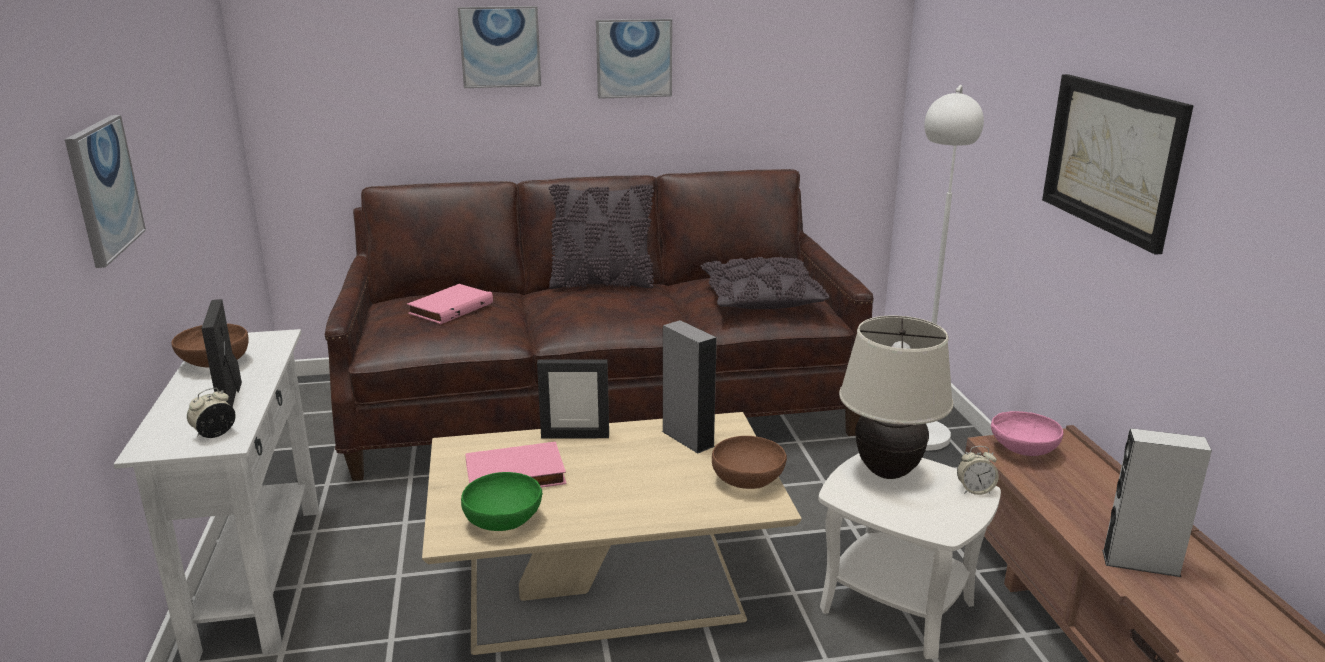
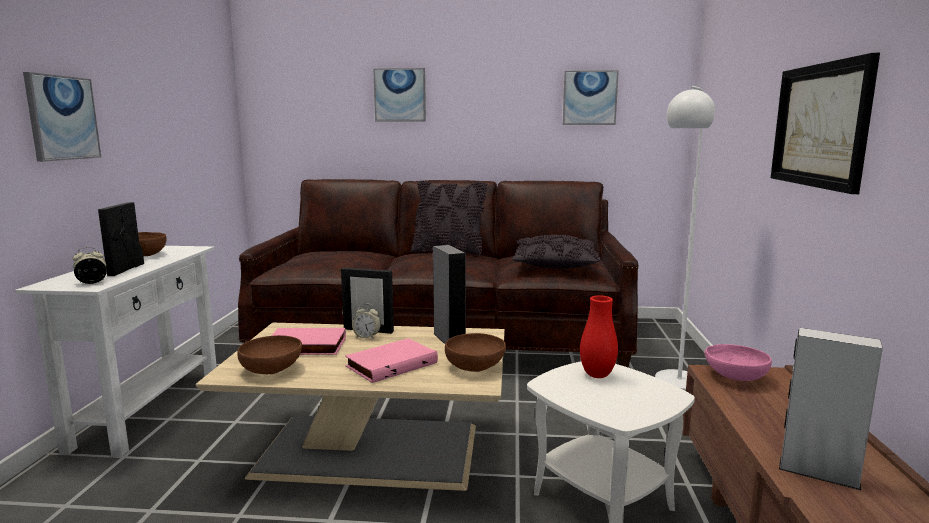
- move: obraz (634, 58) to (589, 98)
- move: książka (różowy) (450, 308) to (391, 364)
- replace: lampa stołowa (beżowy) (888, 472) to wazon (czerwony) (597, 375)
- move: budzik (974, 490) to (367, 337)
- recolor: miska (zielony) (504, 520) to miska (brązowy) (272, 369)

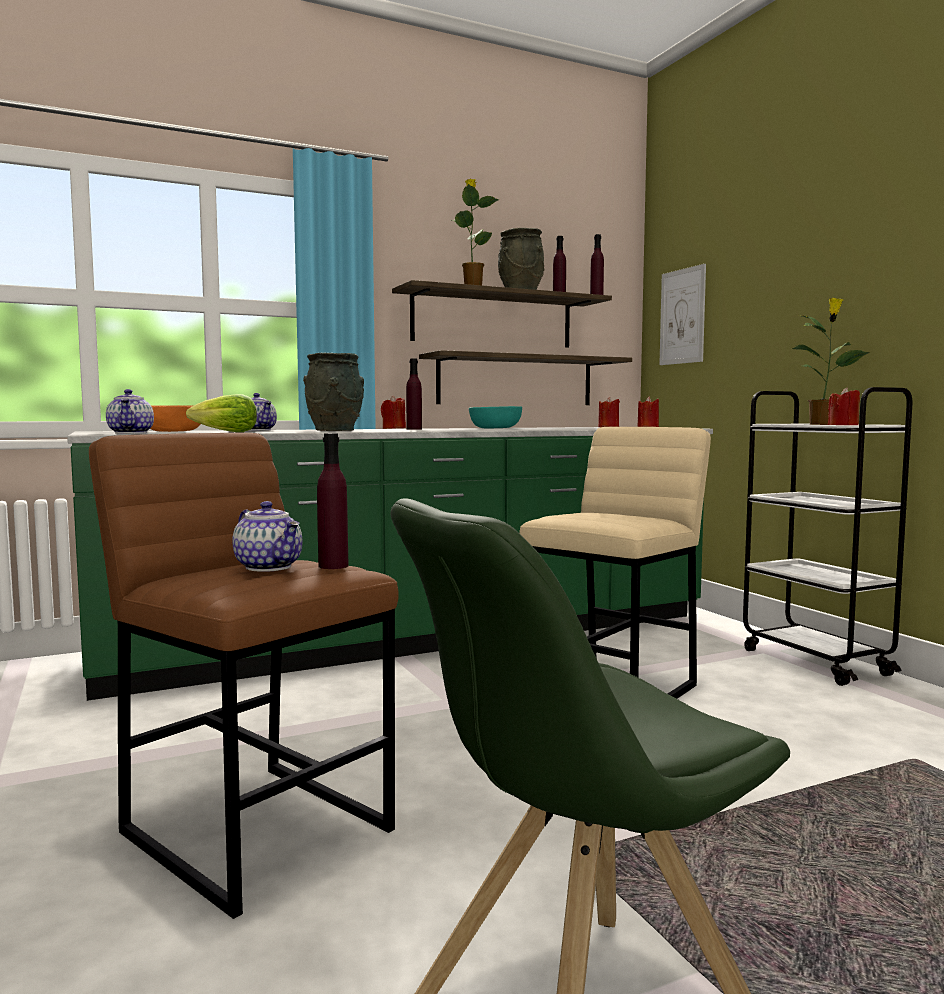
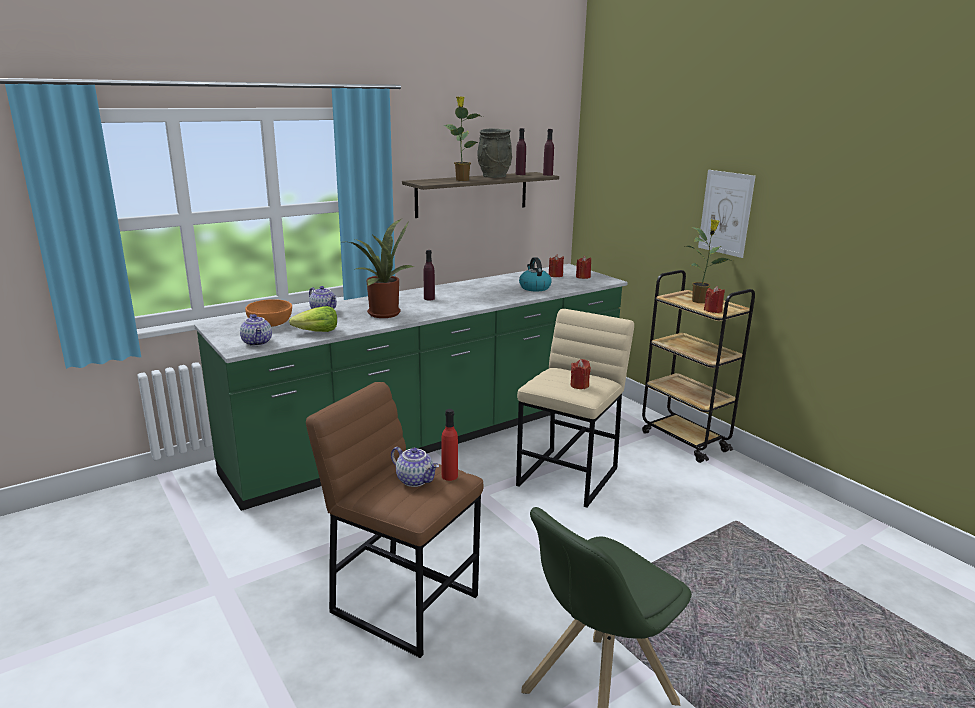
- move: obraz (682, 316) to (725, 213)
- delete: półka (516, 381)
- replace: wazon (szary) (335, 430) to roślina doniczkowa (381, 313)
- recolor: wózek (biały) (817, 663) to wózek (brązowy) (685, 442)
- move: świeca (czerwony) (393, 428) to (579, 385)
- delete: miska (turkusowy) (495, 428)
- recolor: butelka (fioletowy) (333, 566) to butelka (czerwony) (449, 476)
- insert: czajnik (534, 287)

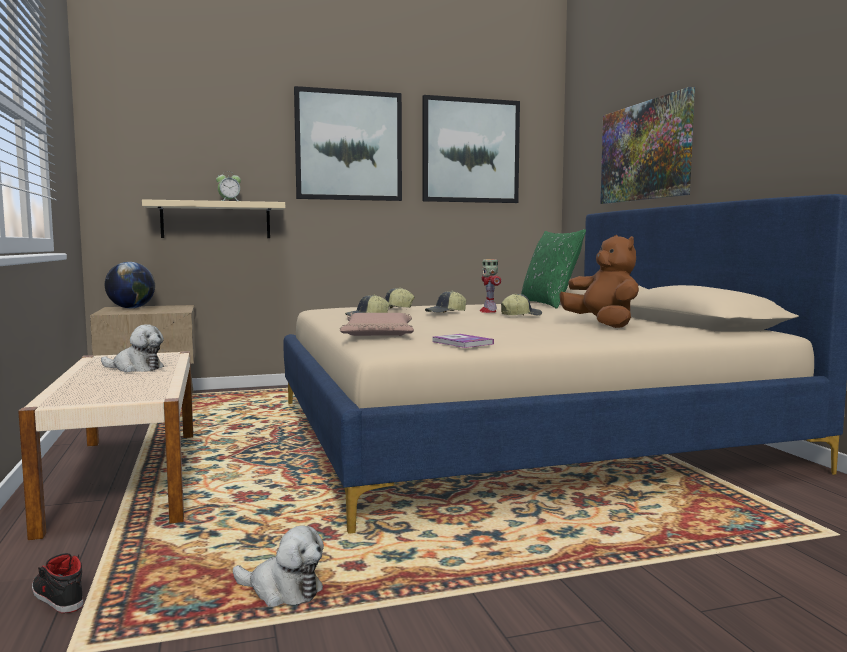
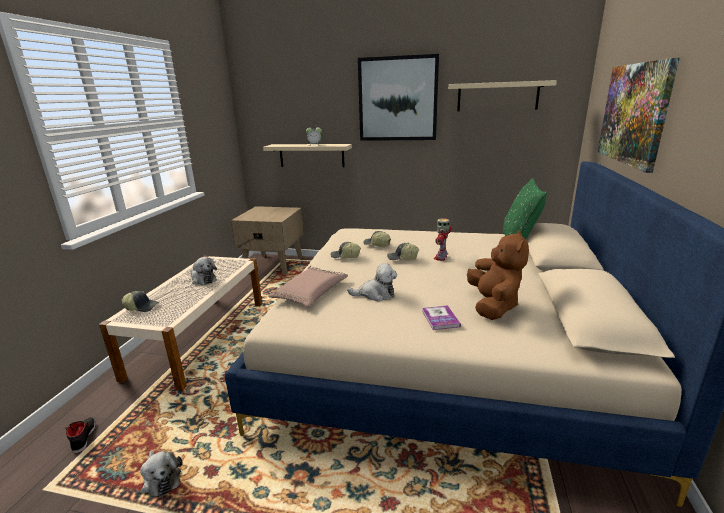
- replace: obraz (470, 151) to półka (beżowy) (497, 96)
- delete: globus (131, 308)
- move: czapka z daszkiem (520, 315) to (142, 307)
- move: książka (462, 343) to (440, 318)
- insert: pluszak (375, 294)

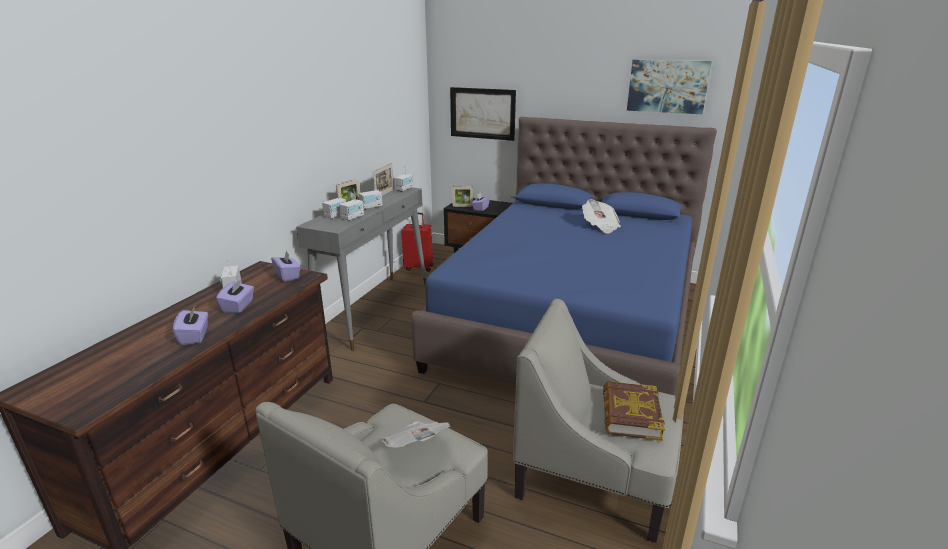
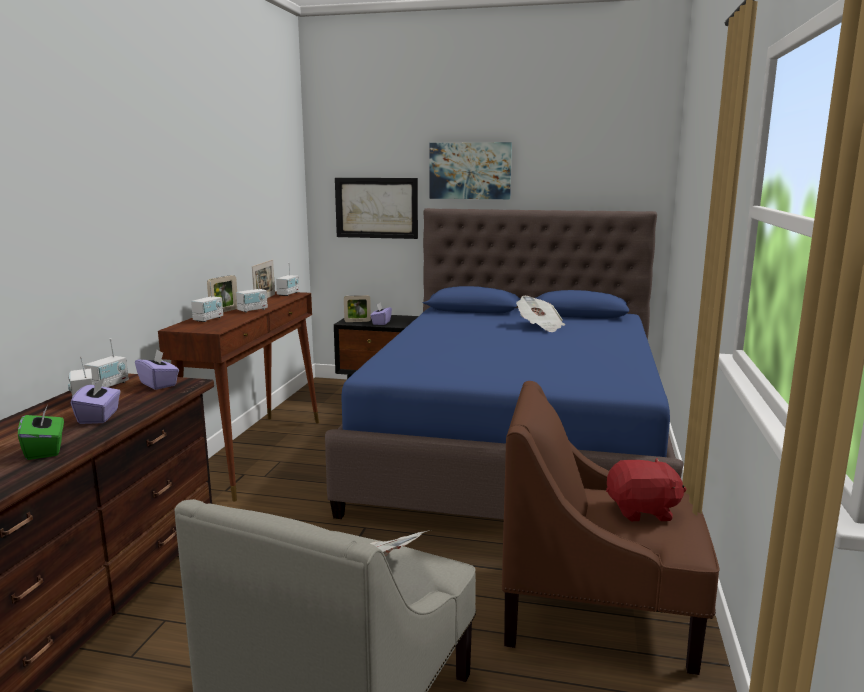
- move: obraz (667, 86) to (470, 171)
- recolor: stolik konsolowy (szary) (375, 310) to stolik konsolowy (brązowy) (254, 453)
- move: radio (352, 217) to (109, 385)
- delete: walizka (czerwony) (419, 267)
- recolor: fotel (szary) (595, 478) to fotel (brązowy) (599, 612)
- recolor: pudełko chusteczek (fioletowy) (195, 336) to pudełko chusteczek (zielony) (45, 450)
- replace: książka (630, 415) to pluszak (czerwony) (642, 511)

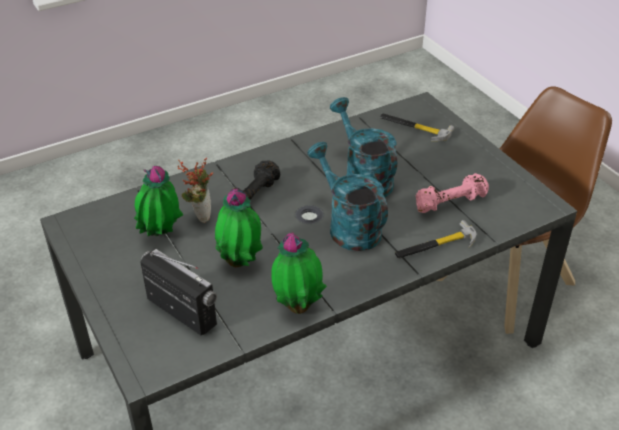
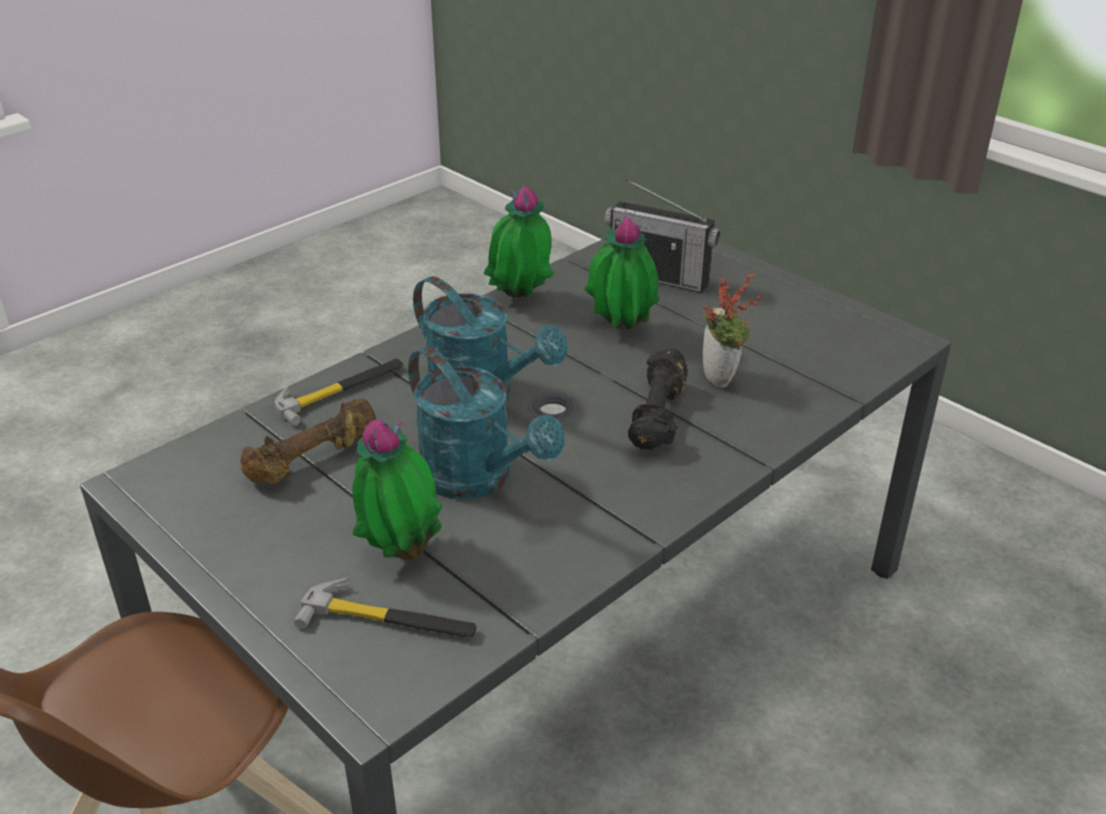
- move: roślina doniczkowa (161, 236) to (401, 552)
- recolor: hantel (różowy) (450, 202) to hantel (brązowy) (314, 460)

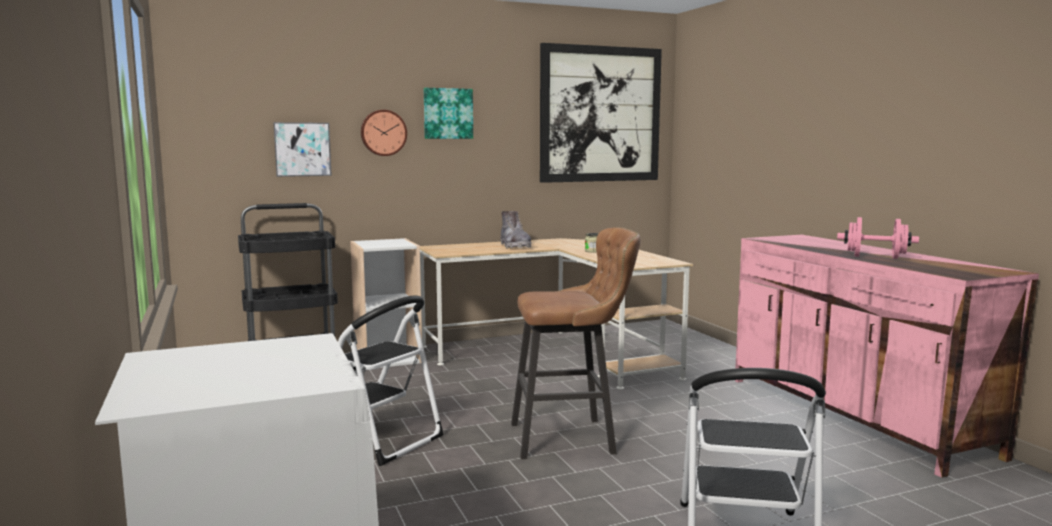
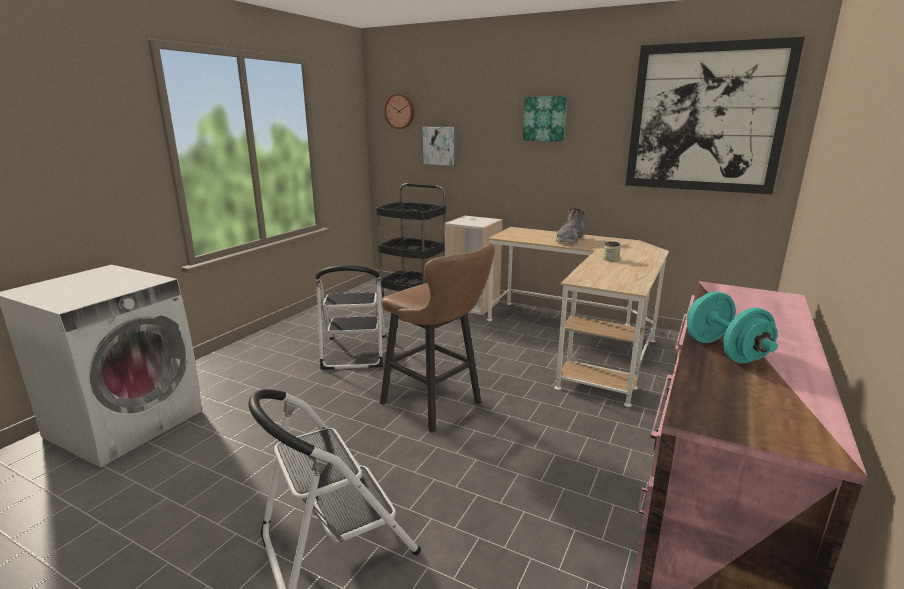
- move: zegar ścienny (383, 133) to (400, 111)
- recolor: hantel (różowy) (875, 257) to hantel (turkusowy) (724, 351)

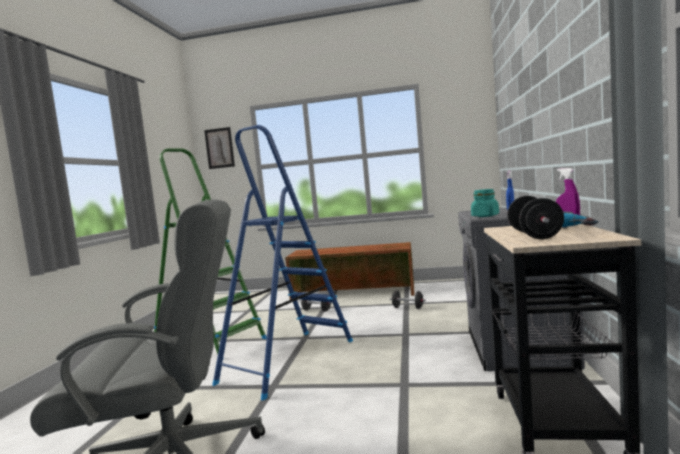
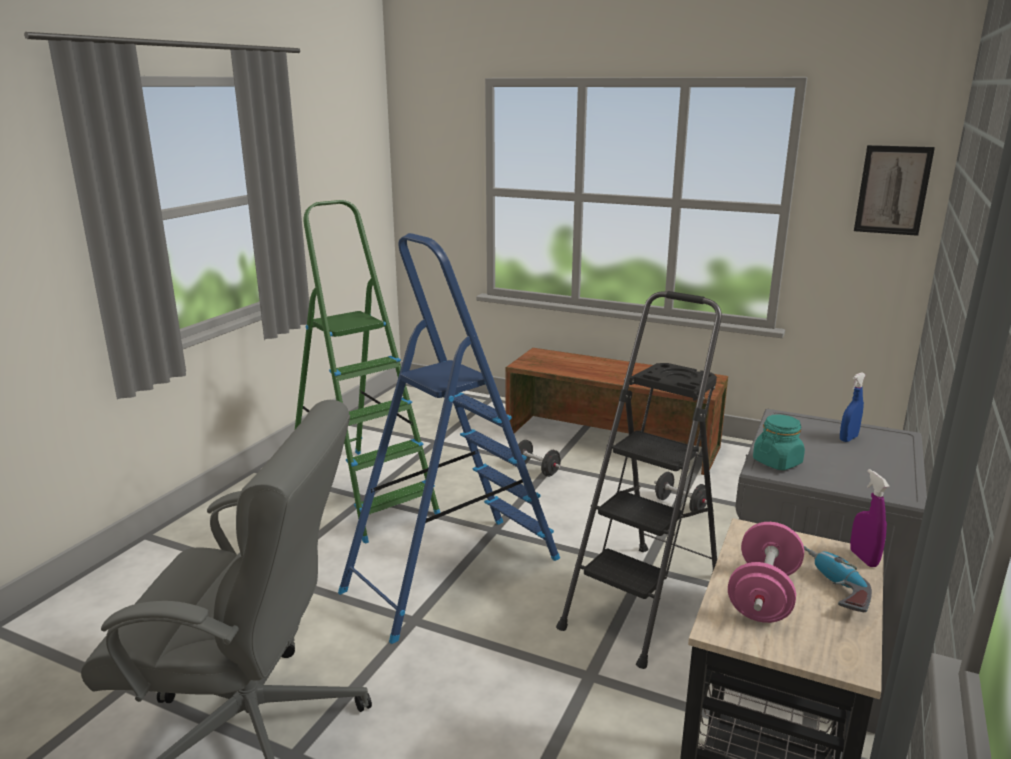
- move: obraz (219, 148) to (892, 190)
- recolor: hantel (czarny) (534, 235) to hantel (różowy) (763, 596)
- insert: drabinka (644, 599)

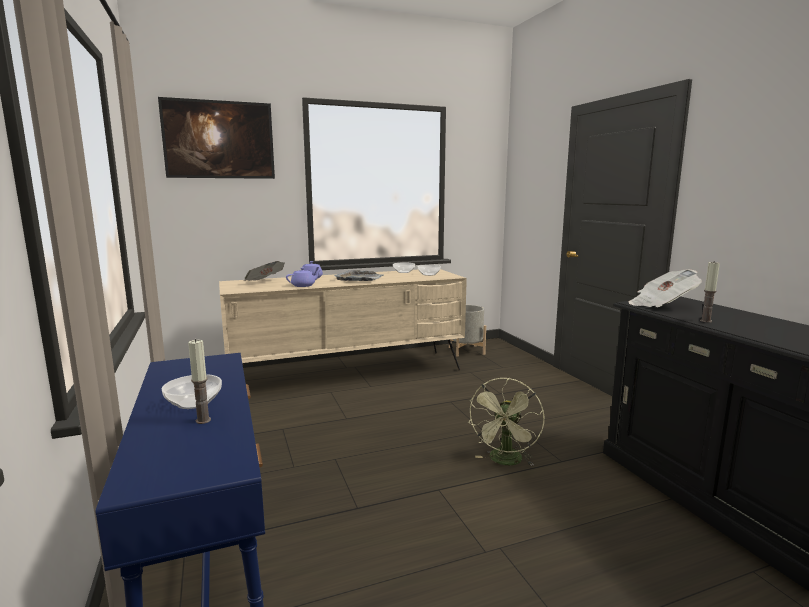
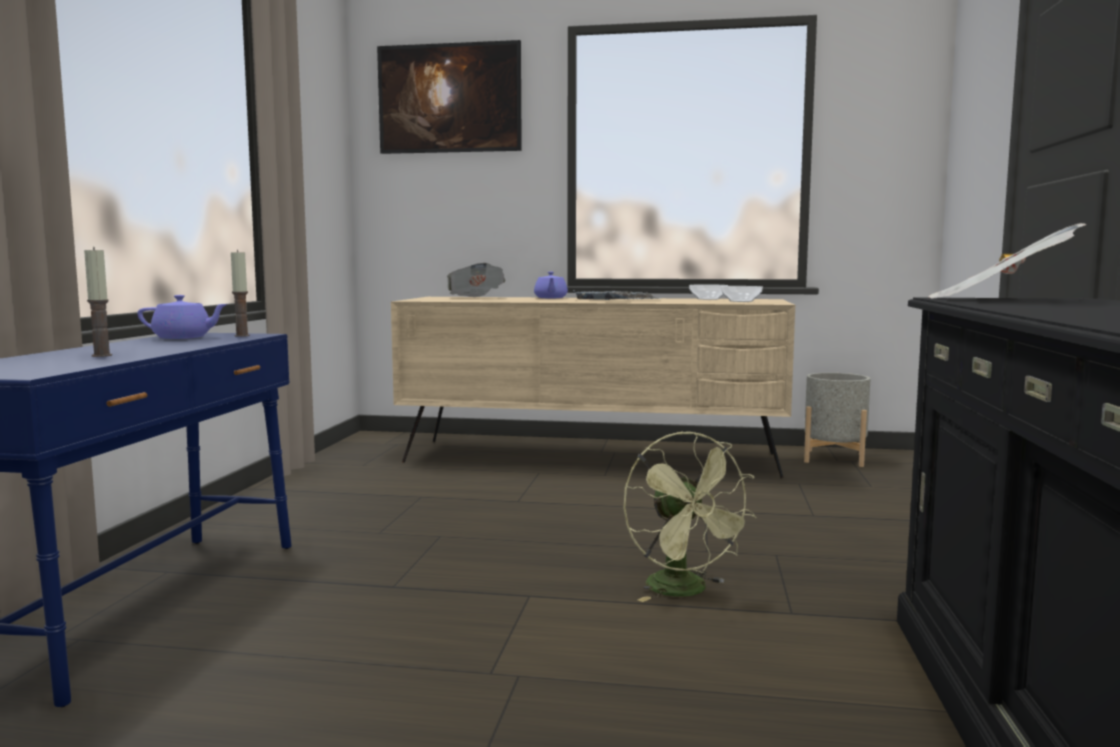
- move: świeca (705, 321) to (242, 335)
- move: imbryk (fioletowy) (304, 285) to (183, 337)
- delete: miska (194, 403)
- rotate: wentylator (zielony) (505, 461) = (685, 591) 75 degrees counterclockwise

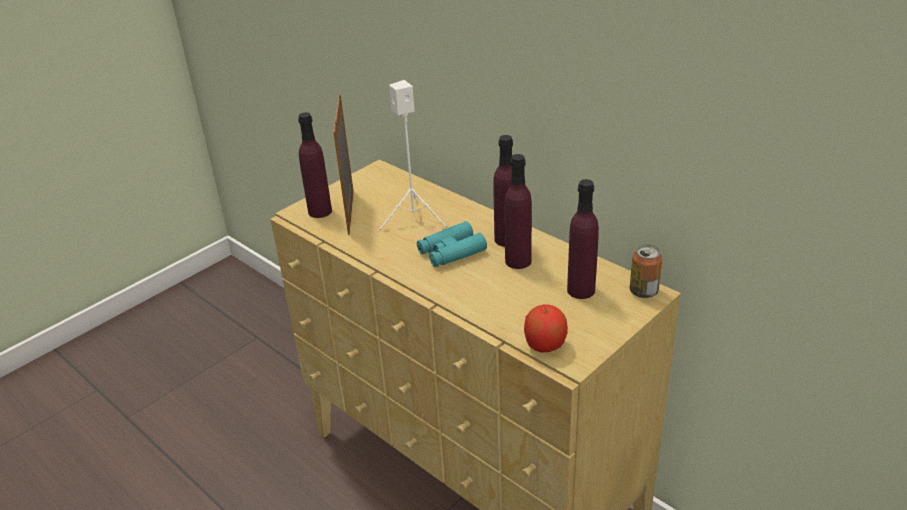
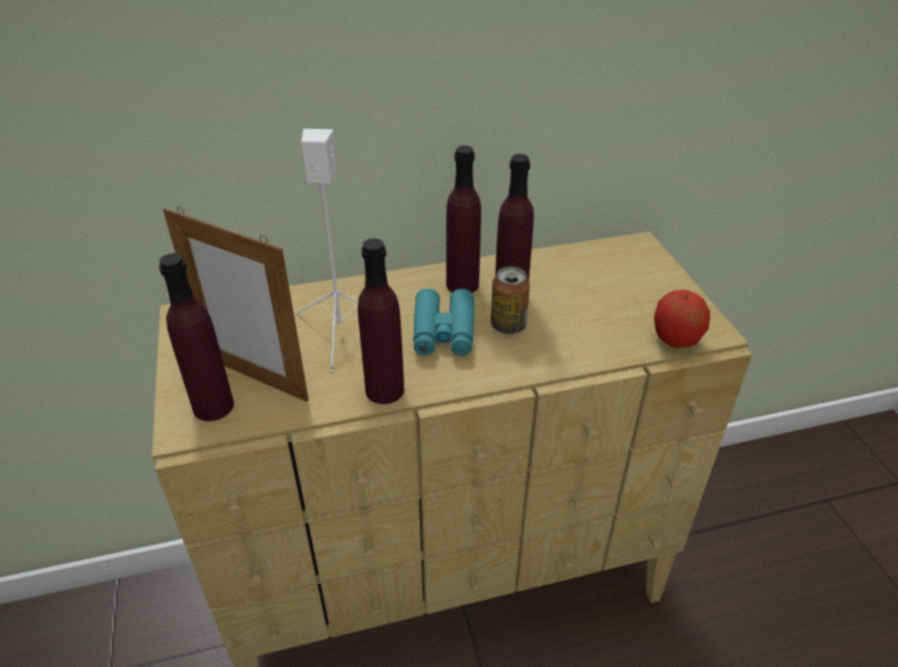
- move: butelka (fioletowy) (581, 290) to (385, 390)
- move: puszka (643, 291) to (508, 325)

